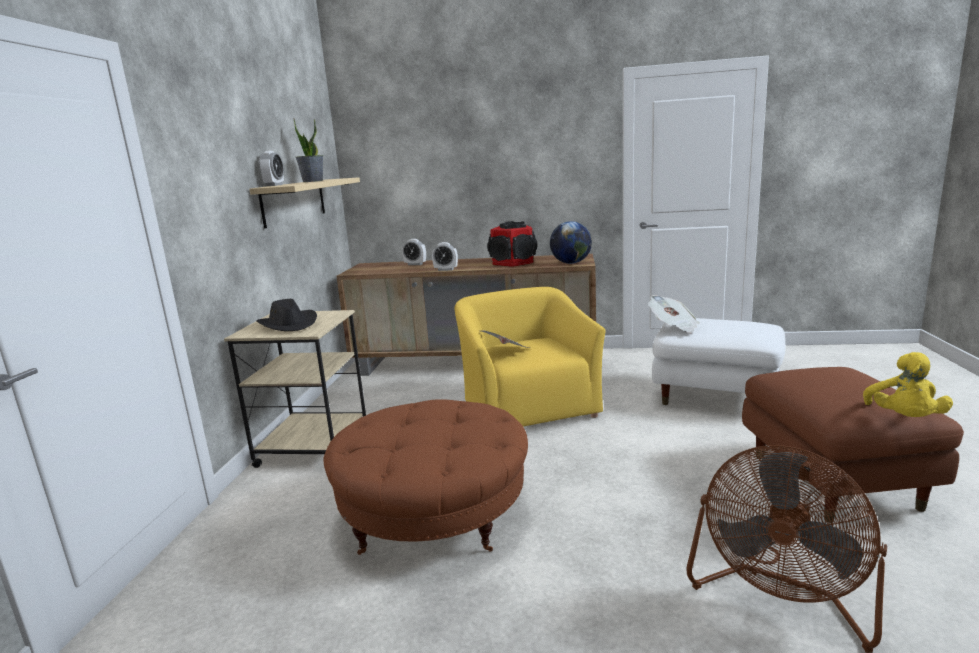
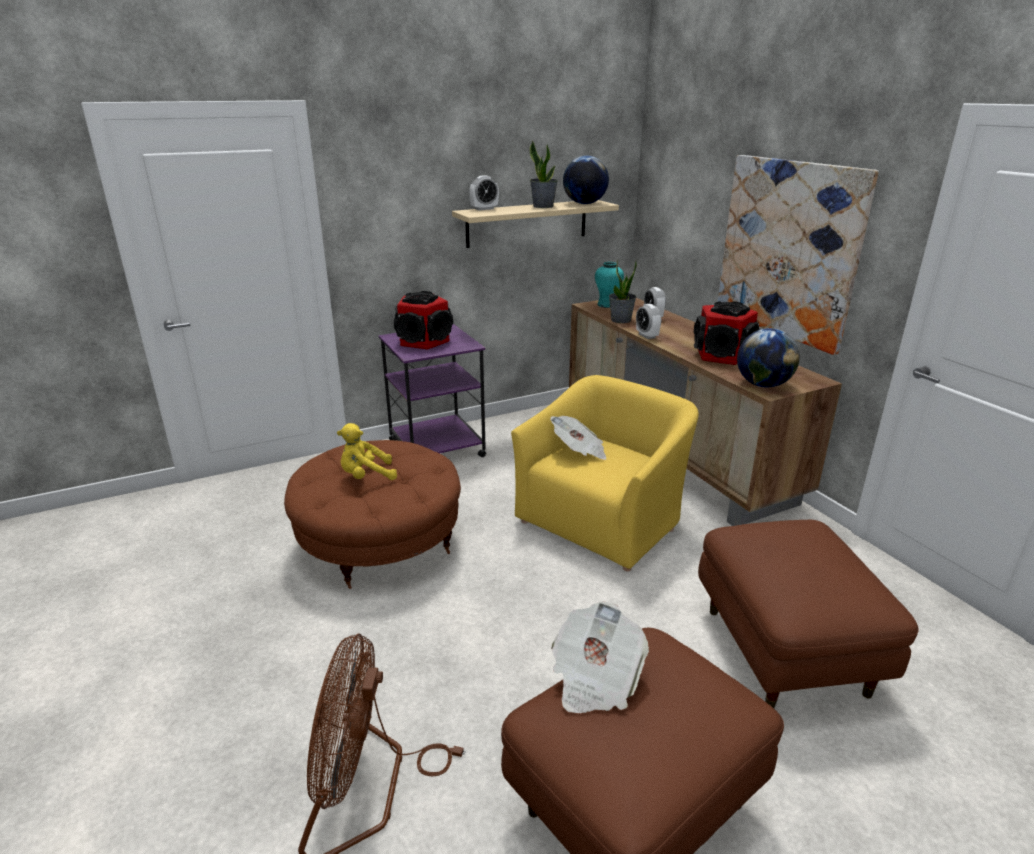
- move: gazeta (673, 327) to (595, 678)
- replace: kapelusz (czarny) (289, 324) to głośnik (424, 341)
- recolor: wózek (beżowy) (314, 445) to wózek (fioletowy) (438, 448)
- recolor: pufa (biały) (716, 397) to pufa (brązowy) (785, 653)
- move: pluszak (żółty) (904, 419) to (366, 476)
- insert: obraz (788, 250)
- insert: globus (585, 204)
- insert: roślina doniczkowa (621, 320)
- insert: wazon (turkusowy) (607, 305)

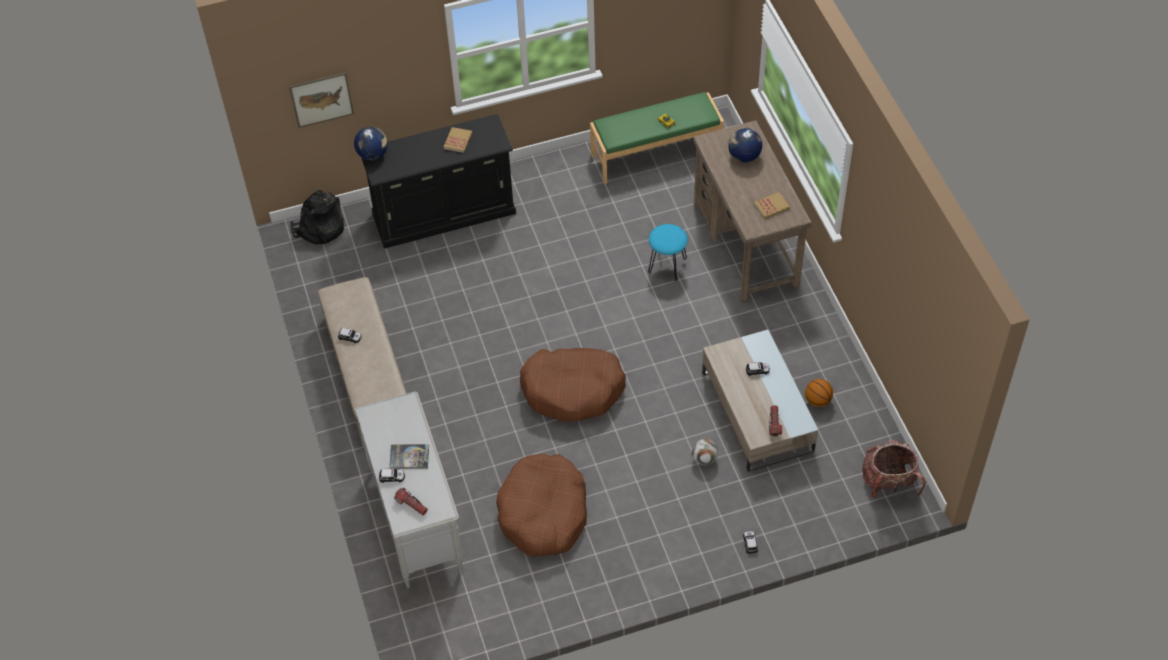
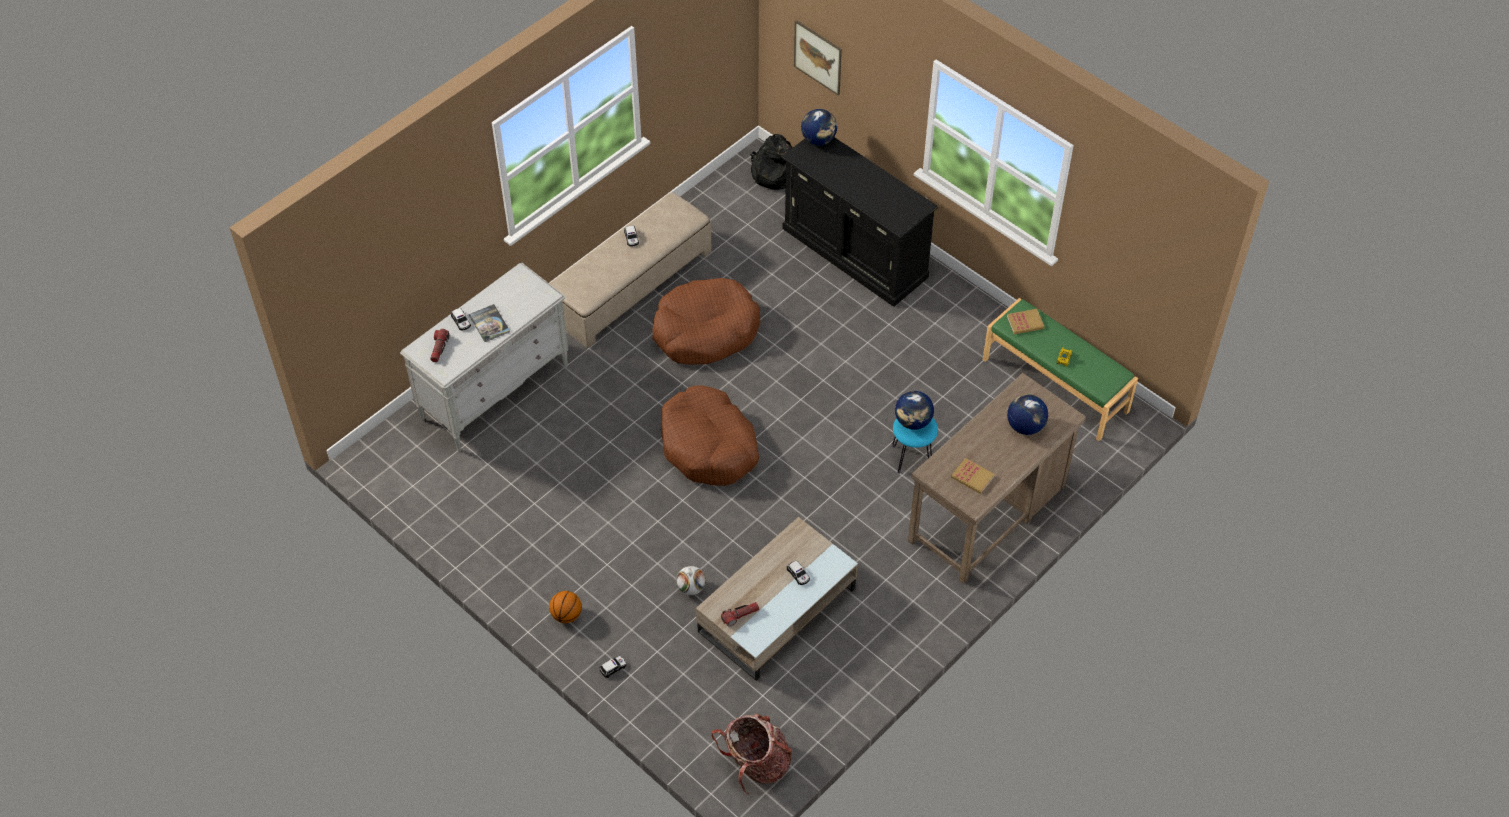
- move: książka (458, 141) to (1025, 322)
- move: piłka do koszykówki (817, 401) to (566, 615)
- move: legowisko (brązowy) (543, 513) to (705, 331)
- insert: globus (913, 422)

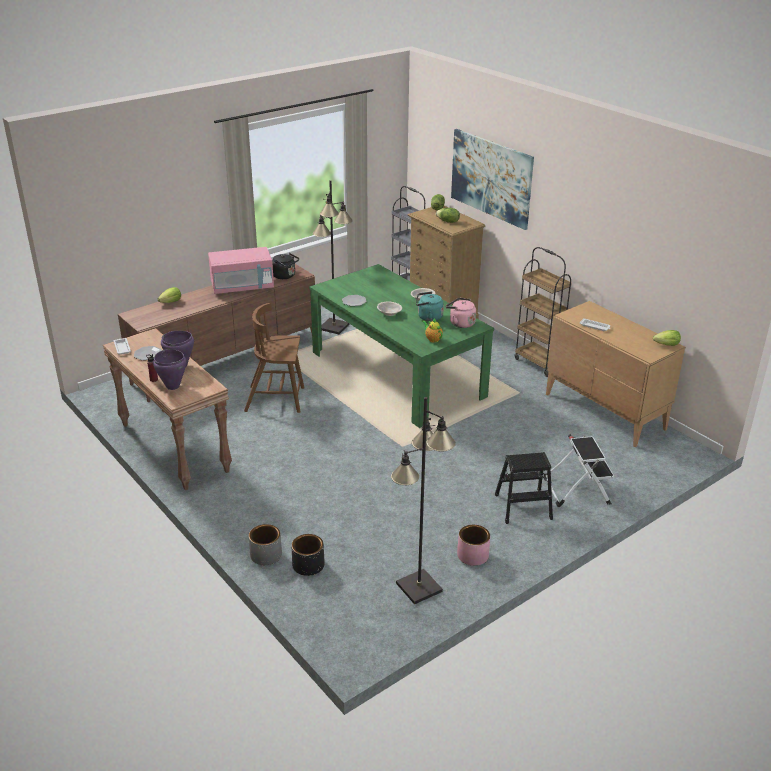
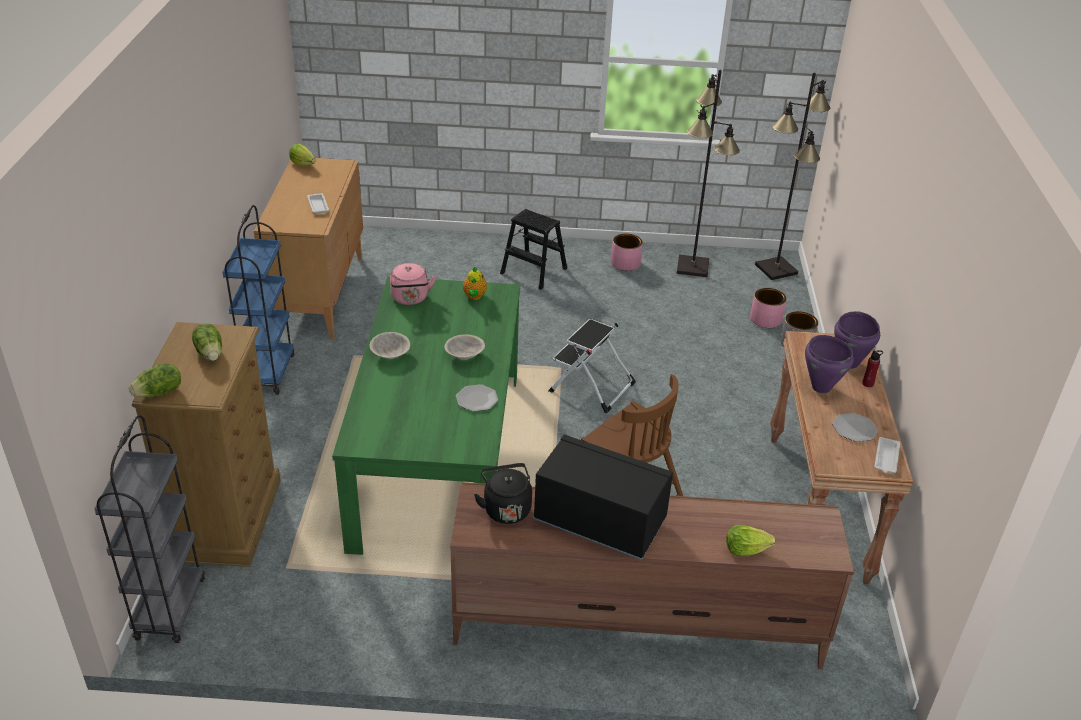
- delete: obraz (491, 178)
- move: lampa stojąca (czarny) (333, 327) to (776, 269)
- recolor: mikrofalówka (różowy) (242, 287) to mikrofalówka (czarny) (599, 521)
- recolor: wózek (brązowy) (538, 364) to wózek (niebieski) (269, 374)
- delete: czajnik (turkusowy) (428, 317)
- move: drabinka (577, 489) to (591, 385)
- recolor: donica (czarny) (308, 565) to donica (różowy) (766, 320)

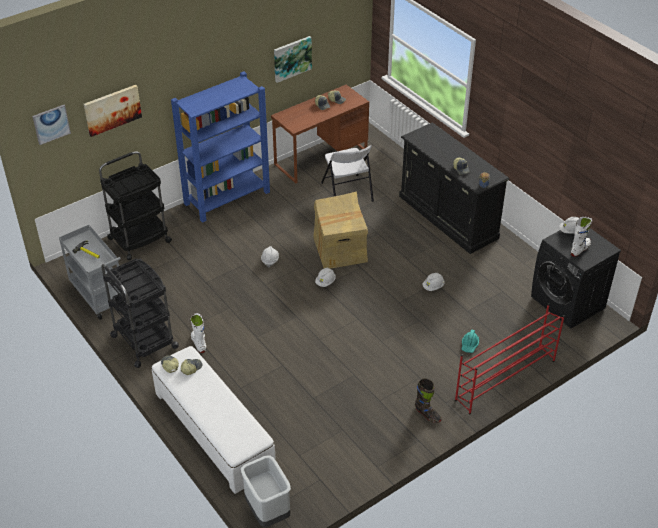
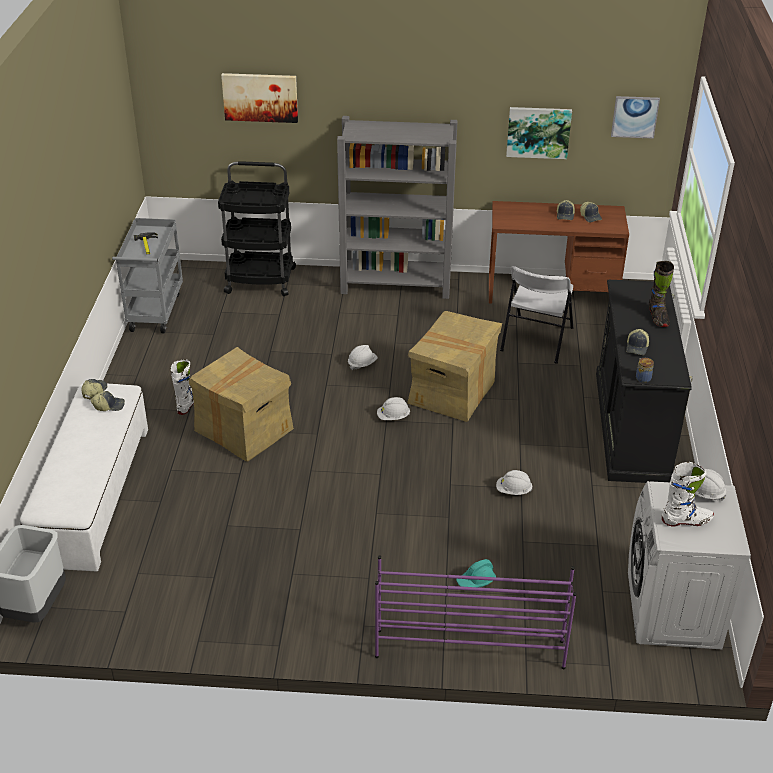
- recolor: regał (niebieski) (227, 198) to regał (szary) (396, 283)
- move: obraz (51, 124) to (634, 116)
- recolor: pralka (czarny) (567, 303) to pralka (biały) (672, 612)
- delete: wózek (czarny) (145, 341)
- recolor: regał na buty (czerwony) (504, 380) to regał na buty (fioletowy) (469, 648)
- move: but z cholewką (czarny) (427, 414) to (657, 317)
- insert: karton (244, 431)

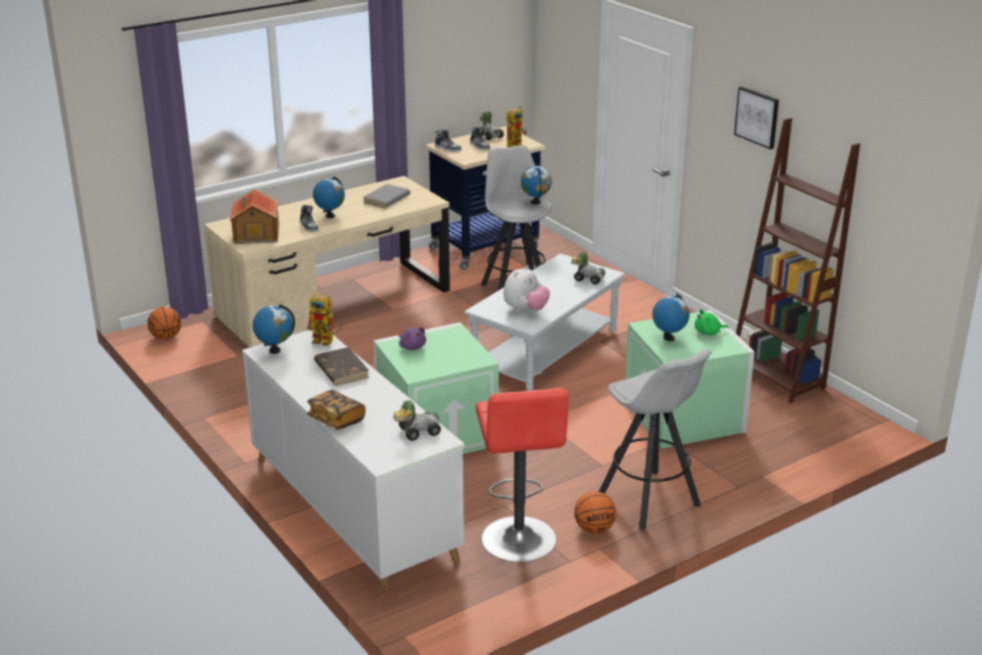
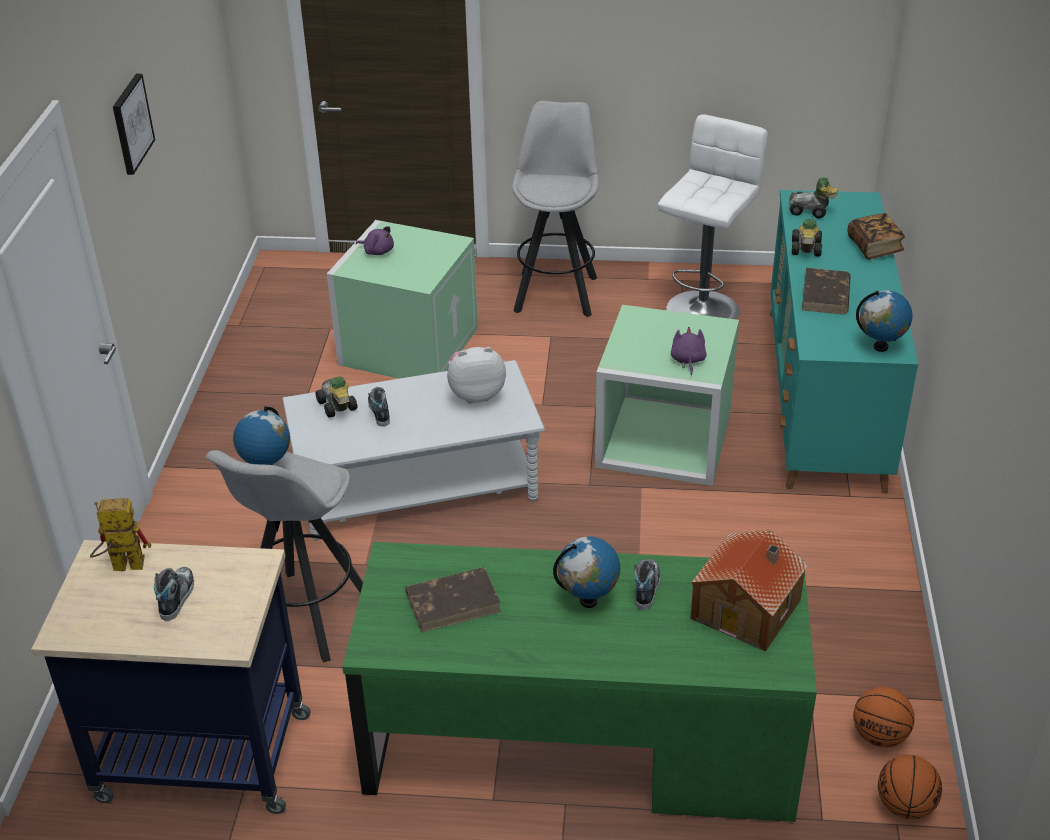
- move: samochodzik (490, 136) to (805, 250)
- delete: regał (brązowy) (776, 377)
- move: but (448, 148) to (379, 411)
- recolor: biurko (beżowy) (334, 304) to biurko (zielony) (580, 742)
- recolor: książka (szary) (386, 199) to książka (brązowy) (454, 602)
- delete: robot zabawkowy (327, 341)
- delete: globus (668, 338)
- recolor: pluszak (zielony) (709, 332) to pluszak (fioletowy) (377, 251)
- recolor: komoda (biały) (353, 509) to komoda (turkusowy) (824, 396)
- recolor: stołek (czerwony) (518, 540) to stołek (biały) (703, 310)
- move: piłka do koszykówki (594, 529) to (879, 735)

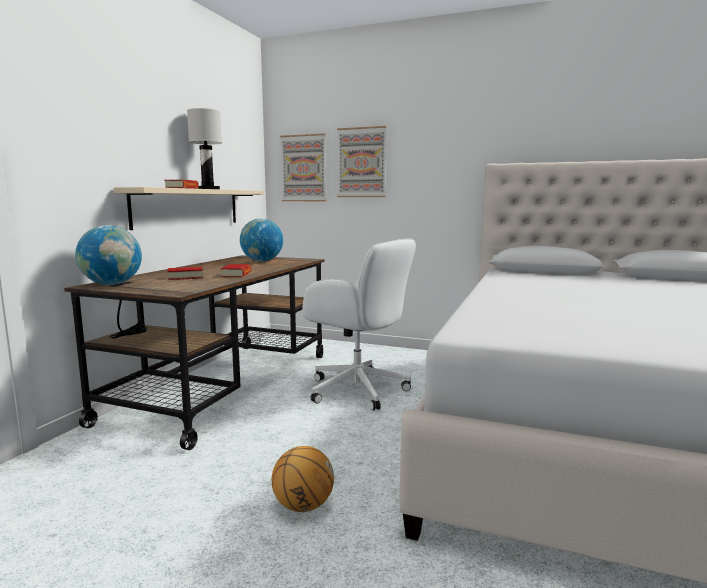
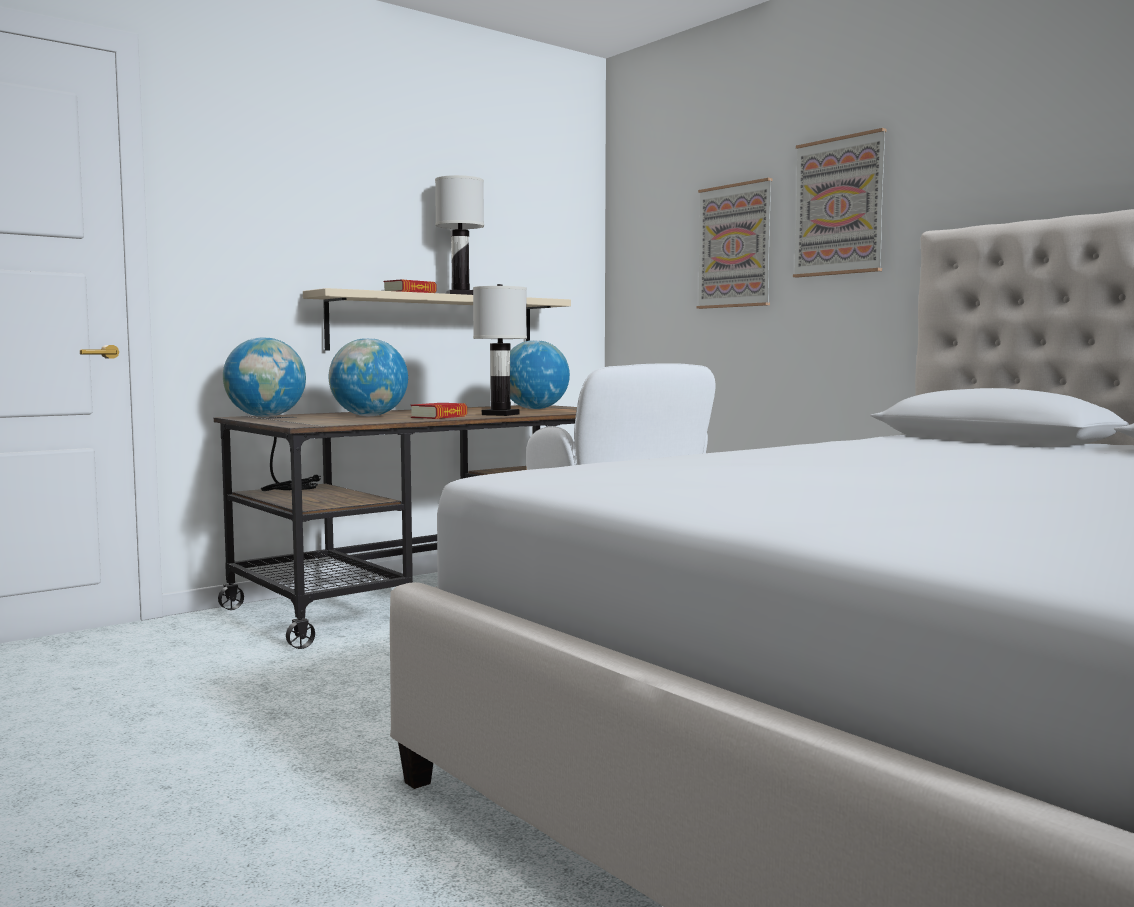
- move: obraz (304, 168) to (839, 206)
- replace: książka (185, 277) to globus (369, 416)
- delete: piłka do koszykówki (303, 506)
- insert: lampa stołowa (biały) (500, 414)

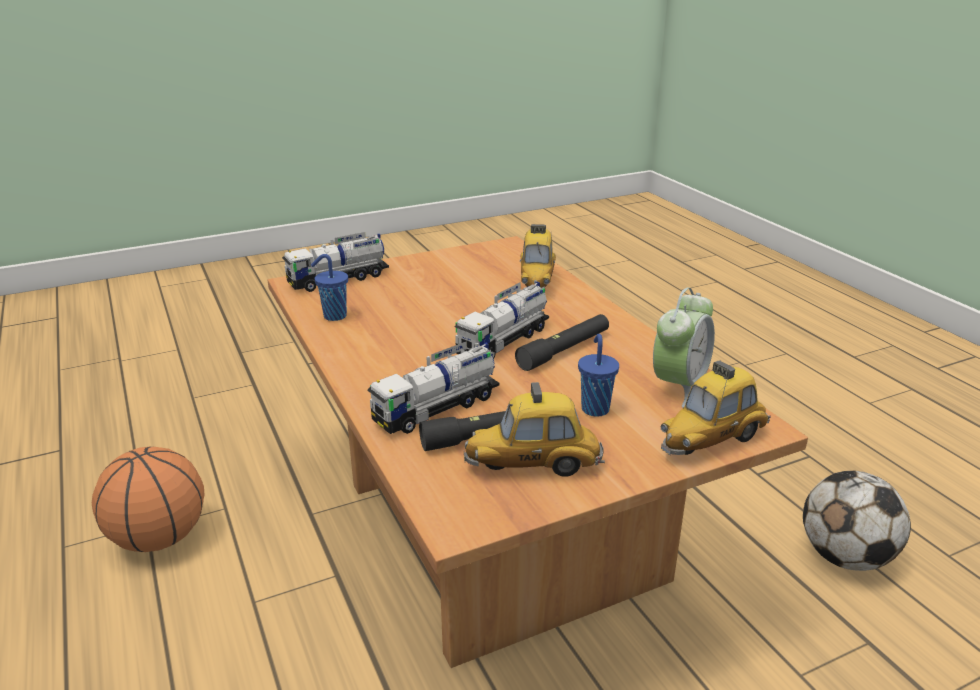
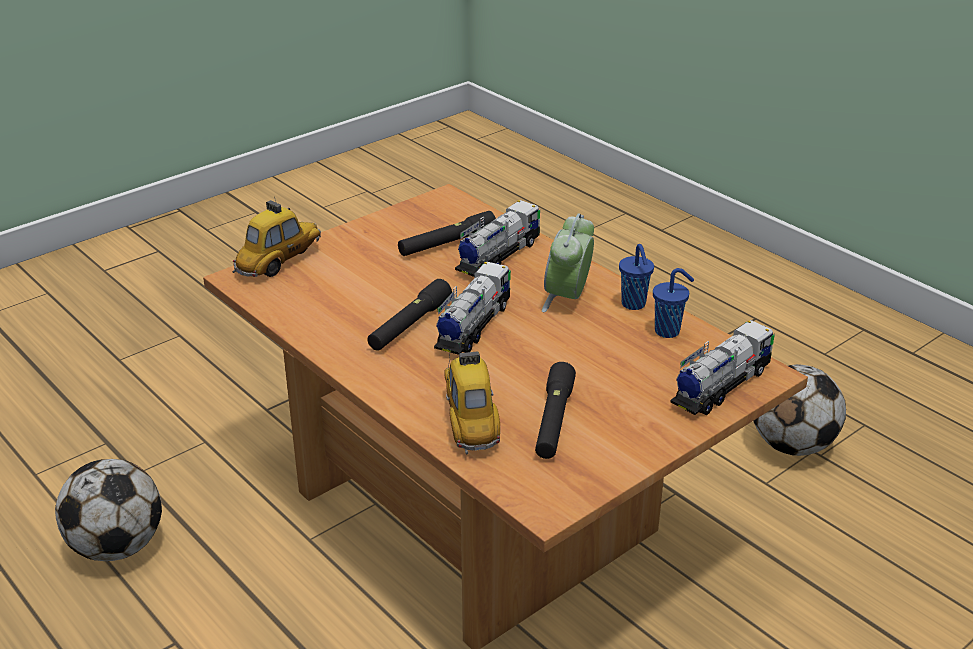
- move: budzik (679, 386) to (567, 298)
- move: filiżanka (niebieski) (595, 408) to (634, 305)
- delete: samochodzik (533, 465)
- replace: piłka do koszykówki (159, 538) to piłka futbolowa (792, 445)
- insert: latarka (czarny) (554, 420)

